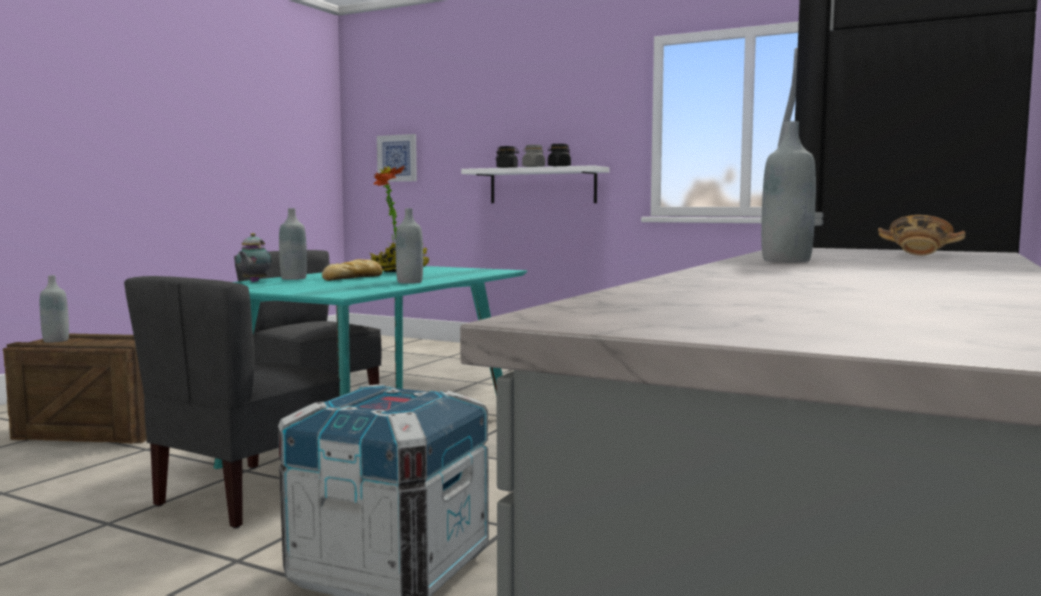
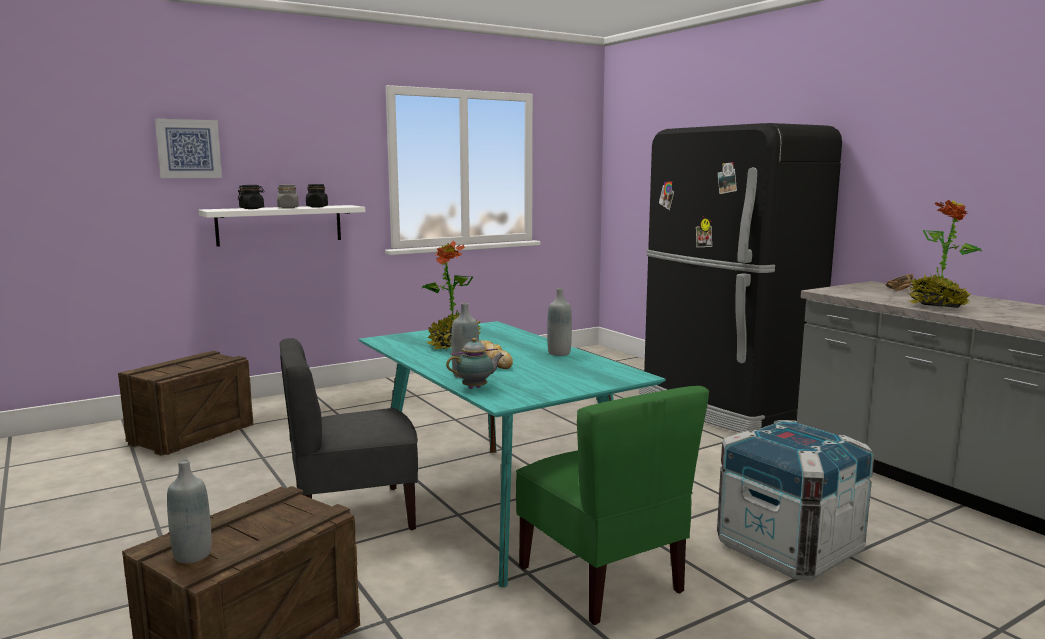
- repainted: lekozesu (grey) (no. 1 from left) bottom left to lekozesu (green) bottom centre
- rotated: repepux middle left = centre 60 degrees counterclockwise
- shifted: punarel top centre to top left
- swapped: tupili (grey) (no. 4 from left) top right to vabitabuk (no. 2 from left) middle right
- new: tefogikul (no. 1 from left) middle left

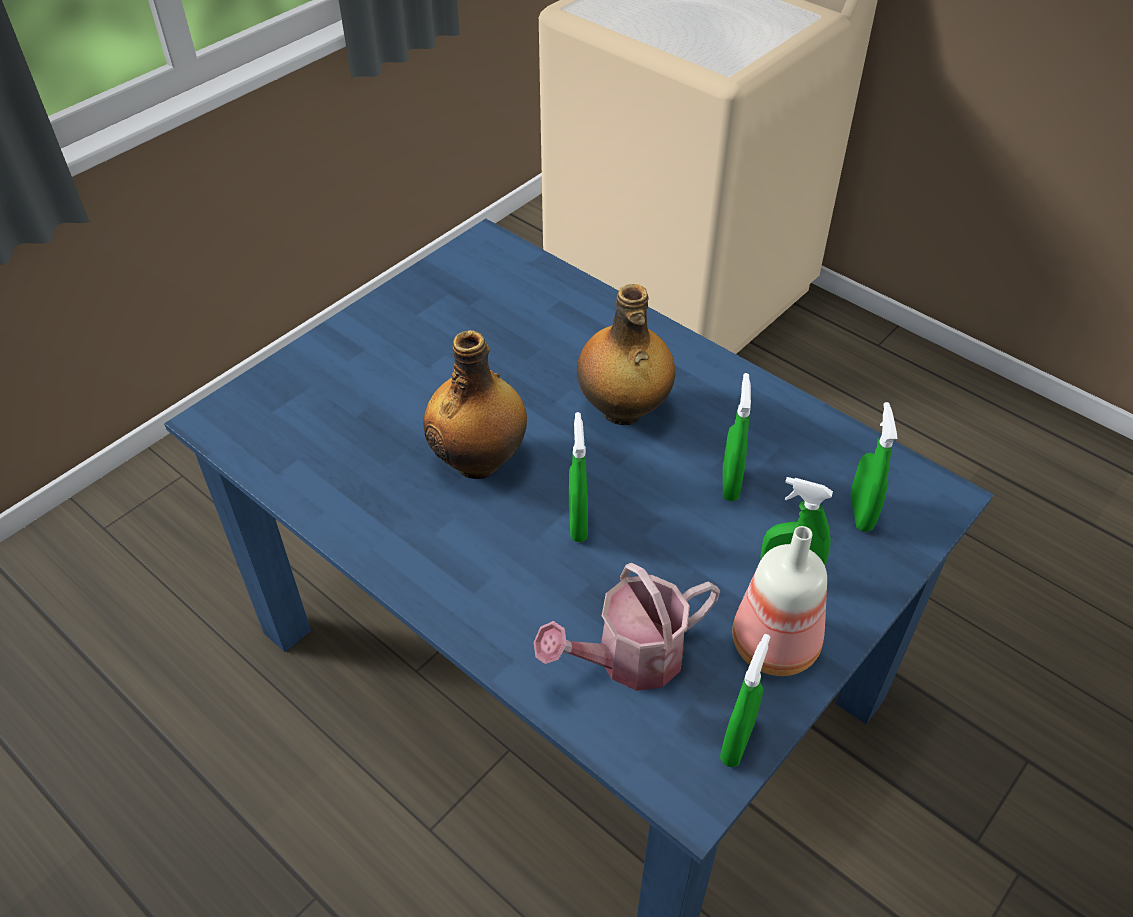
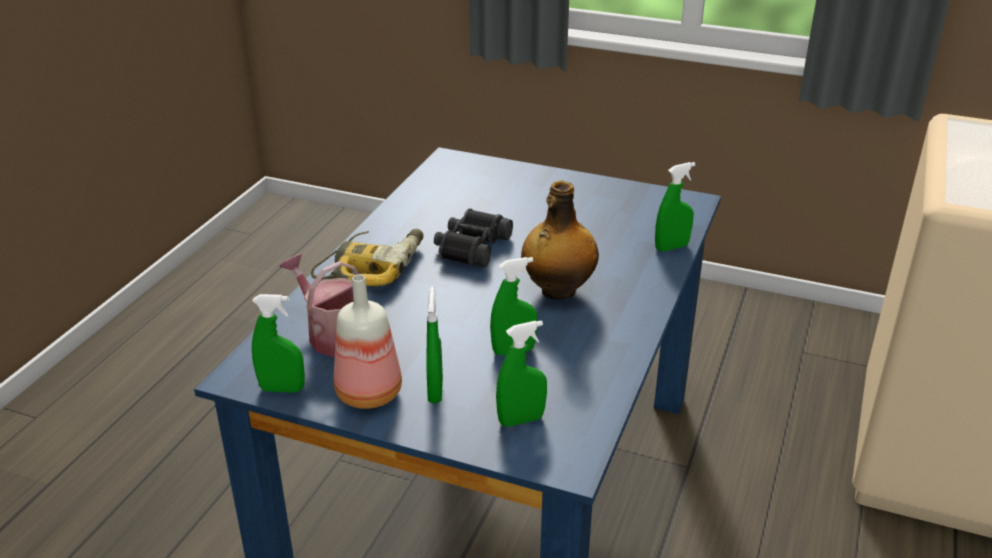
- swapped: tupili (no. 1 from left) centre to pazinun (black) centre
- shifted: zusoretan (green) (no. 1 from left in the first image) centre to zusoretan (green) (no. 5 from left) middle right
- new: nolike centre

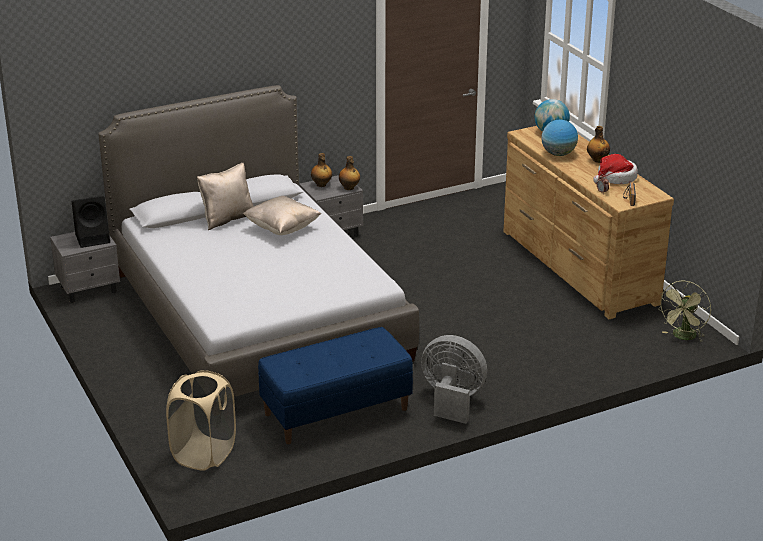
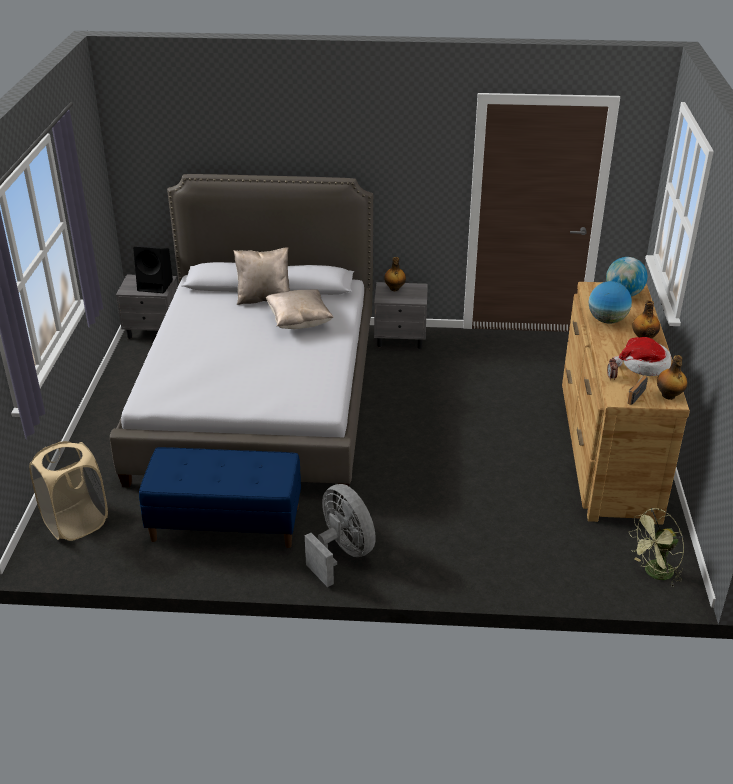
- shifted: tupili (no. 2 from left in the first image) top centre to tupili (no. 3 from left) middle right

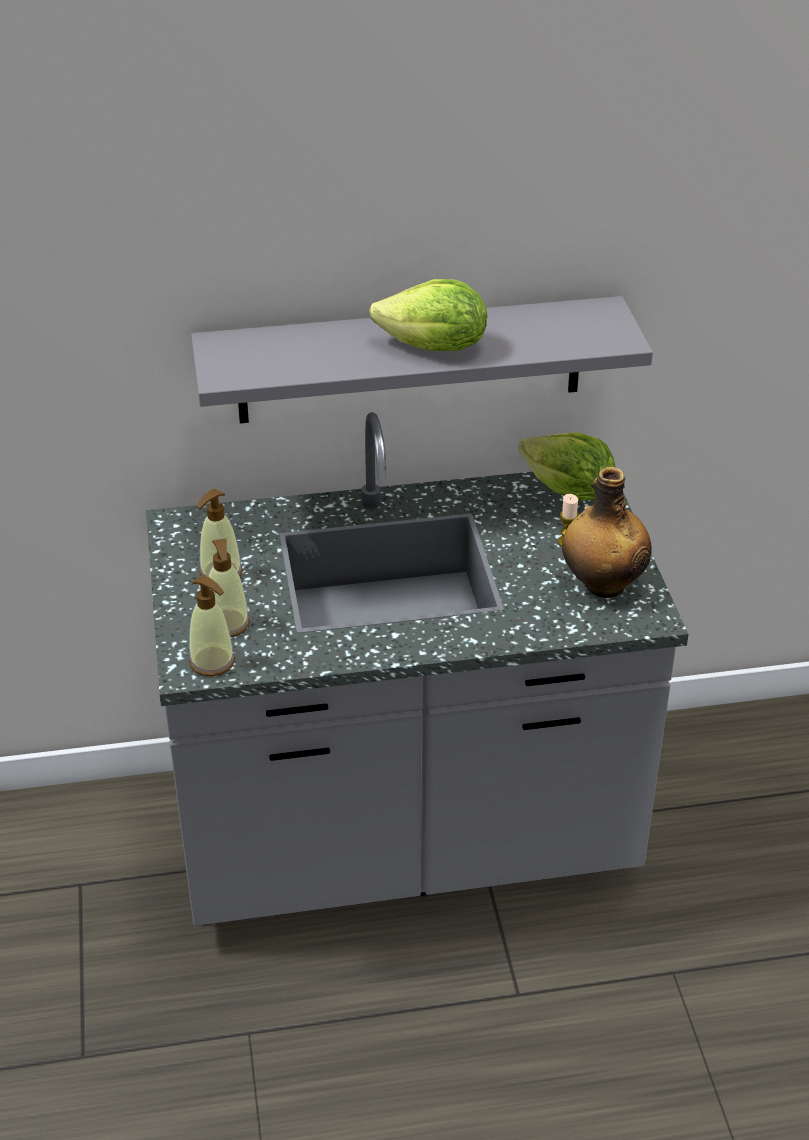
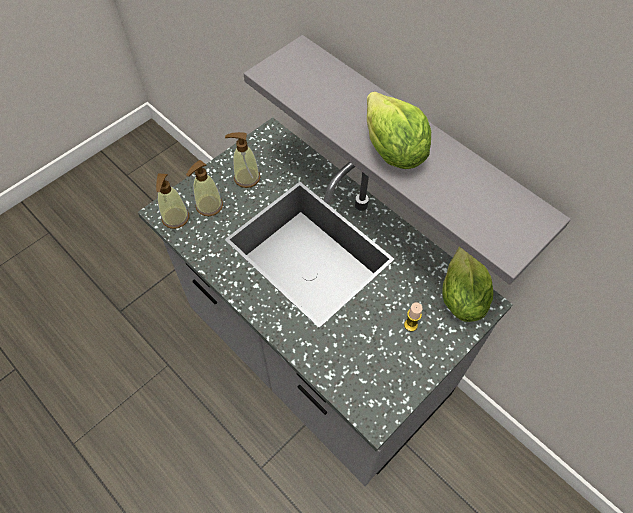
- gone: tupili middle right

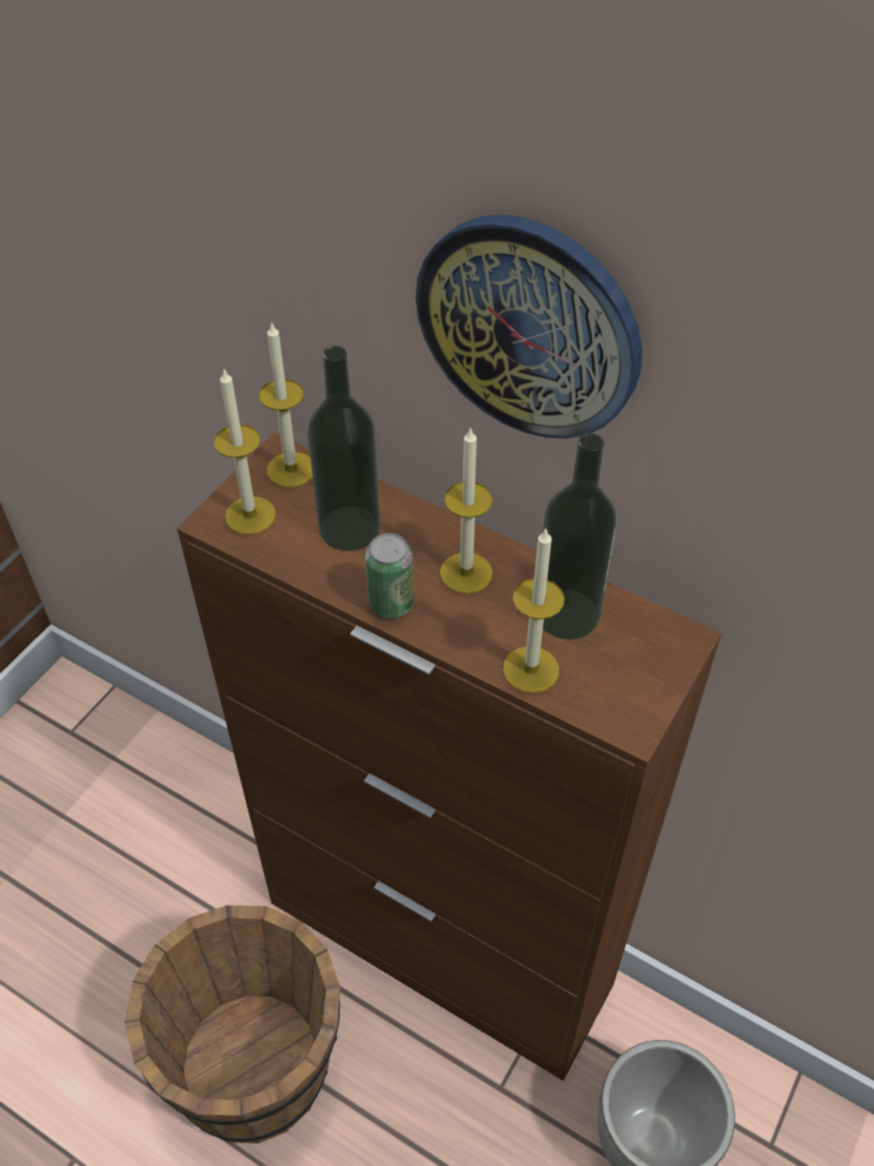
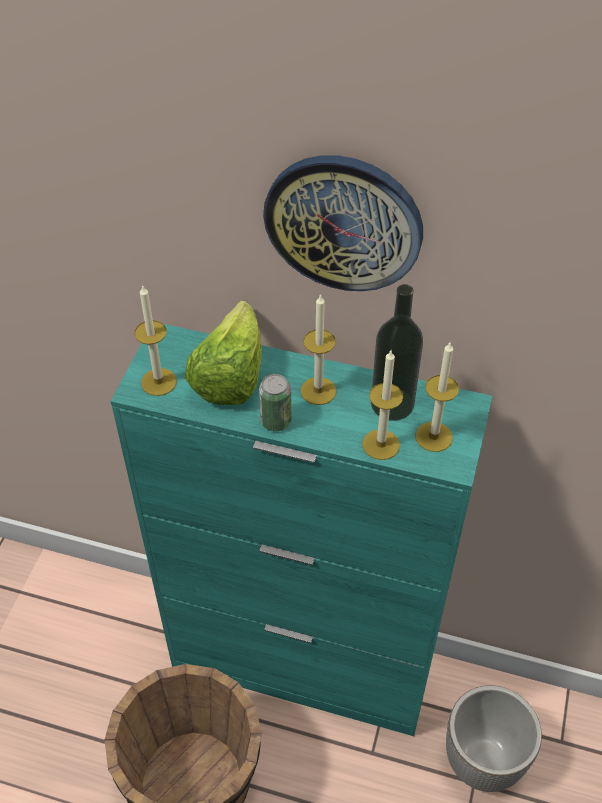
- repainted: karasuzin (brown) centre to karasuzin (turquoise) centre
- shifted: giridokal (no. 2 from left in the first image) middle left to giridokal (no. 4 from left) middle right
- swapped: tupili (no. 1 from left) centre to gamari centre

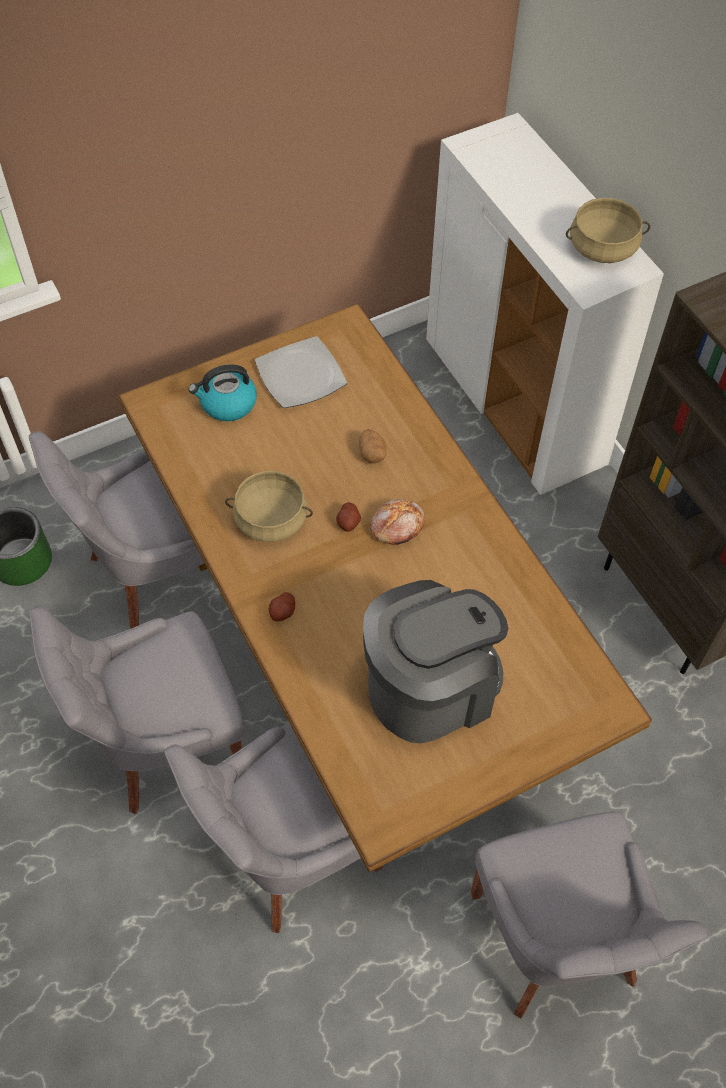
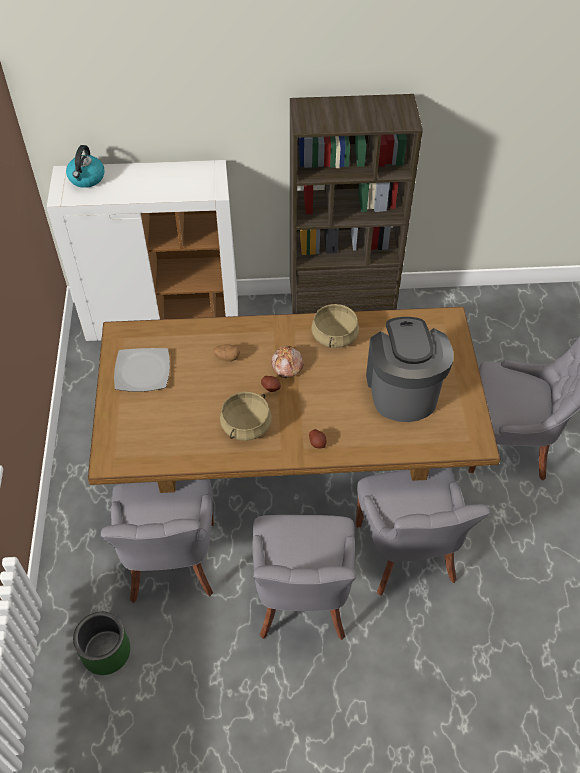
- shifted: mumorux middle left to top left
- shifted: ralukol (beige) (no. 2 from left) top right to centre

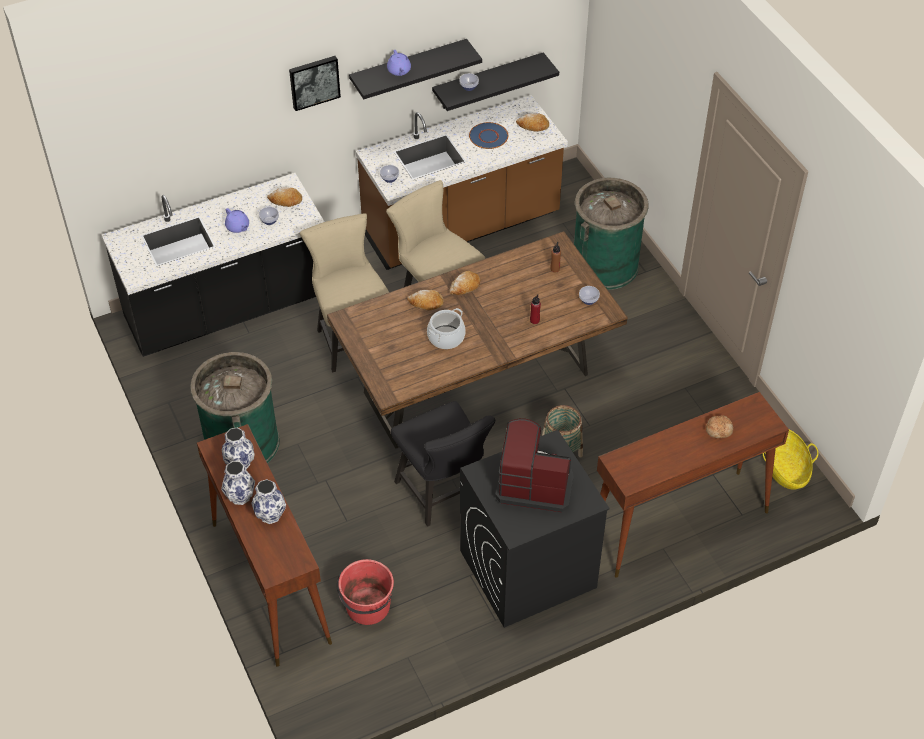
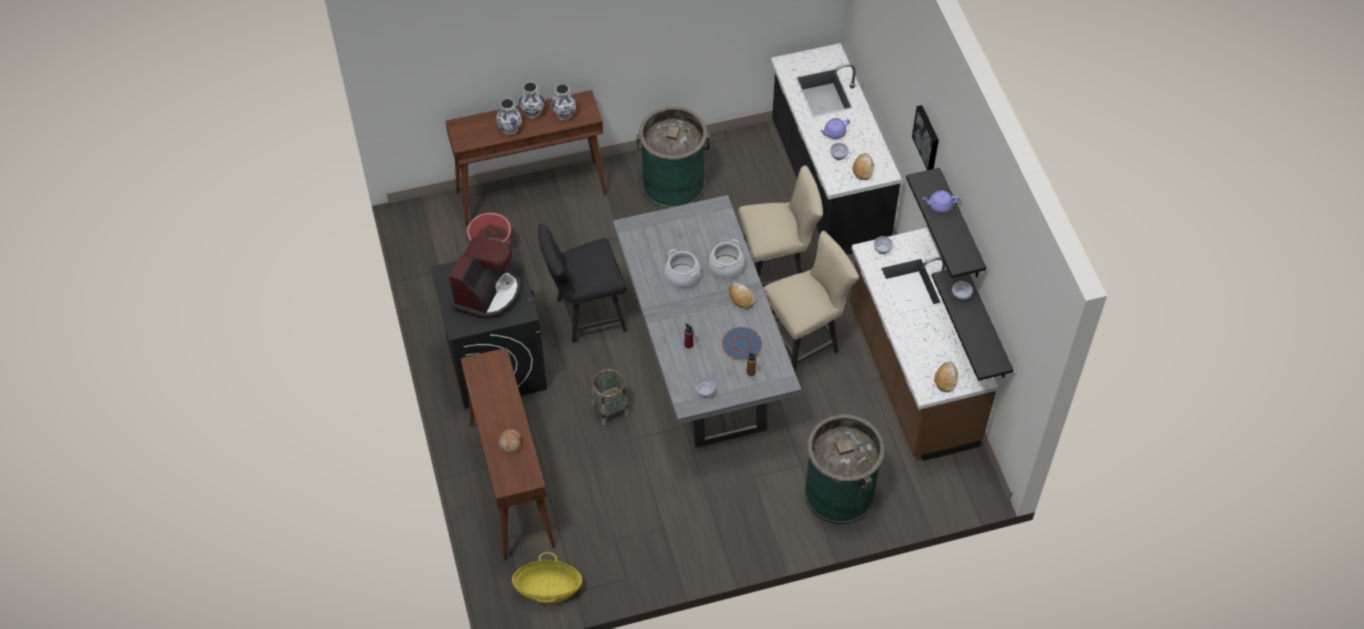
- repainted: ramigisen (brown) centre to ramigisen (grey) centre
- swapped: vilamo (no. 2 from left) centre to ralukol (no. 2 from left) centre
- shifted: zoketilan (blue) top centre to centre

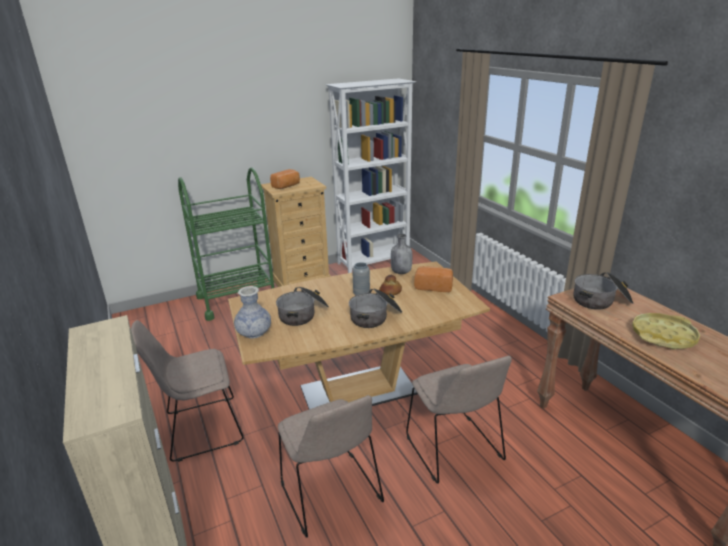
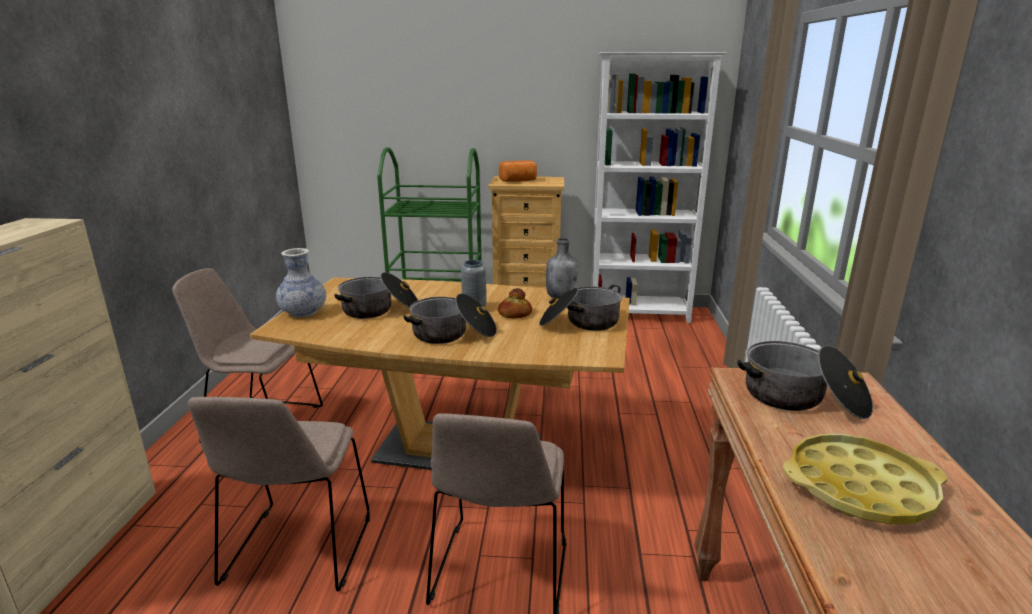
- swapped: vilamo (no. 3 from left) centre to ralukol (no. 3 from left) centre

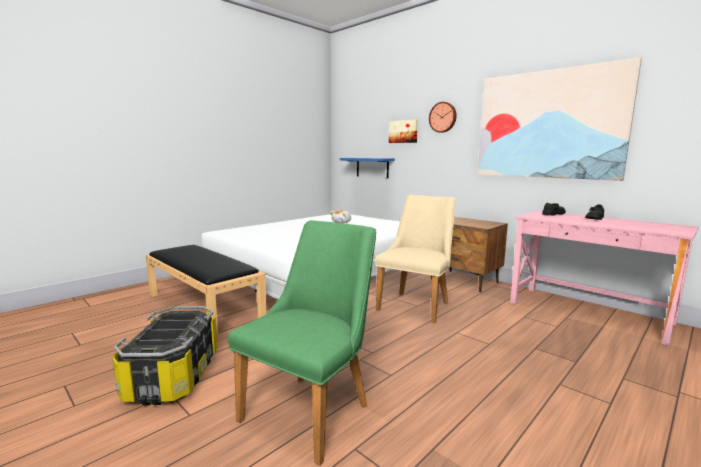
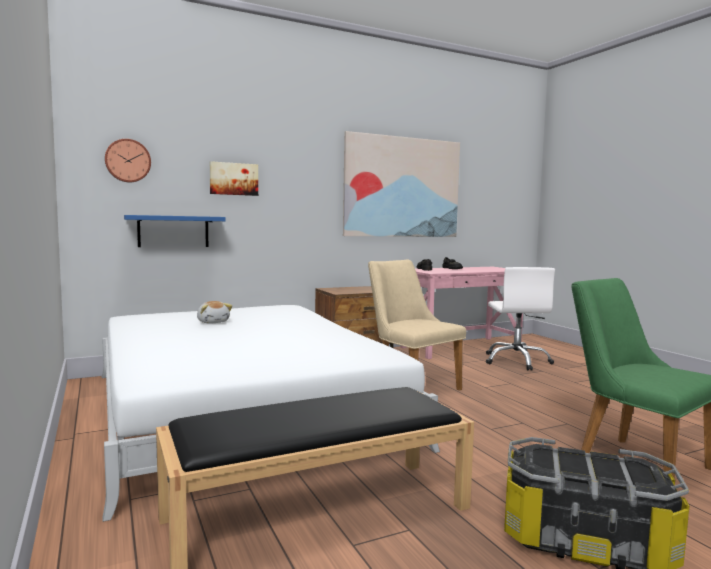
- shifted: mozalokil top centre to top left
- new: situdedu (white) middle right

